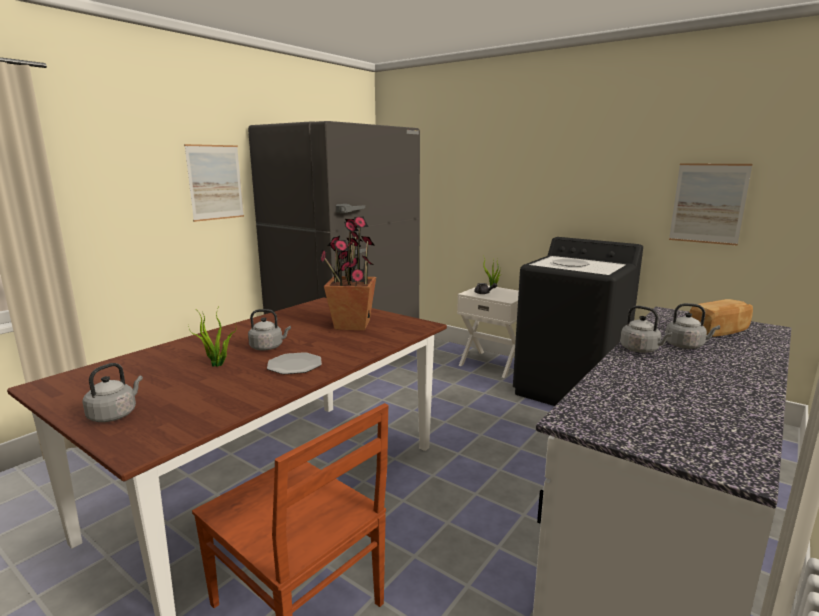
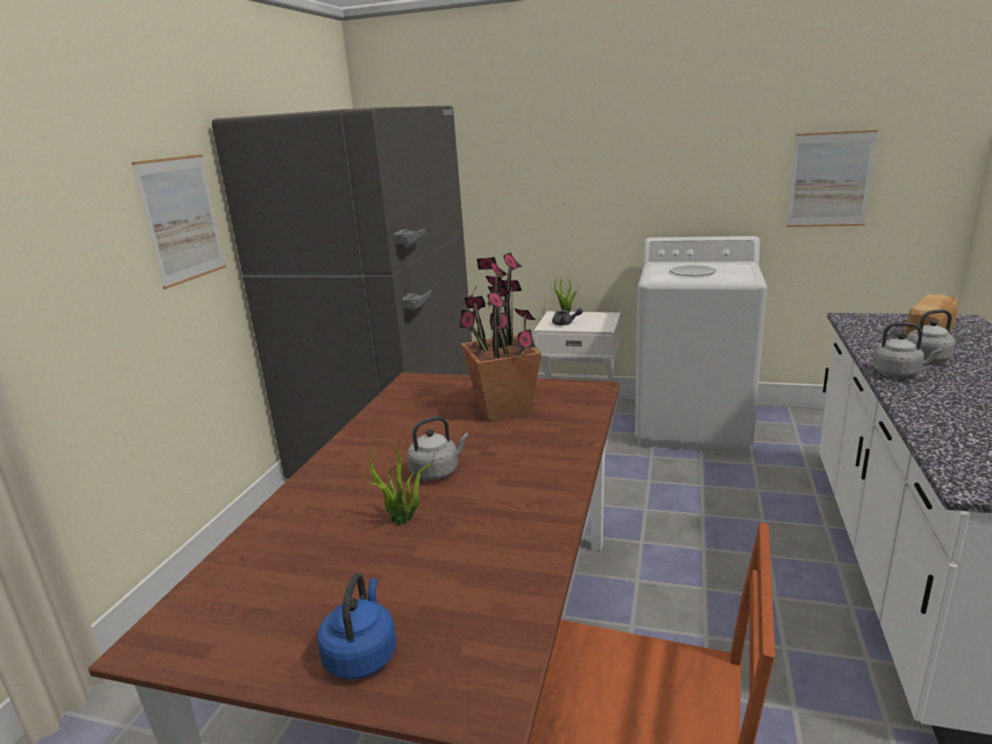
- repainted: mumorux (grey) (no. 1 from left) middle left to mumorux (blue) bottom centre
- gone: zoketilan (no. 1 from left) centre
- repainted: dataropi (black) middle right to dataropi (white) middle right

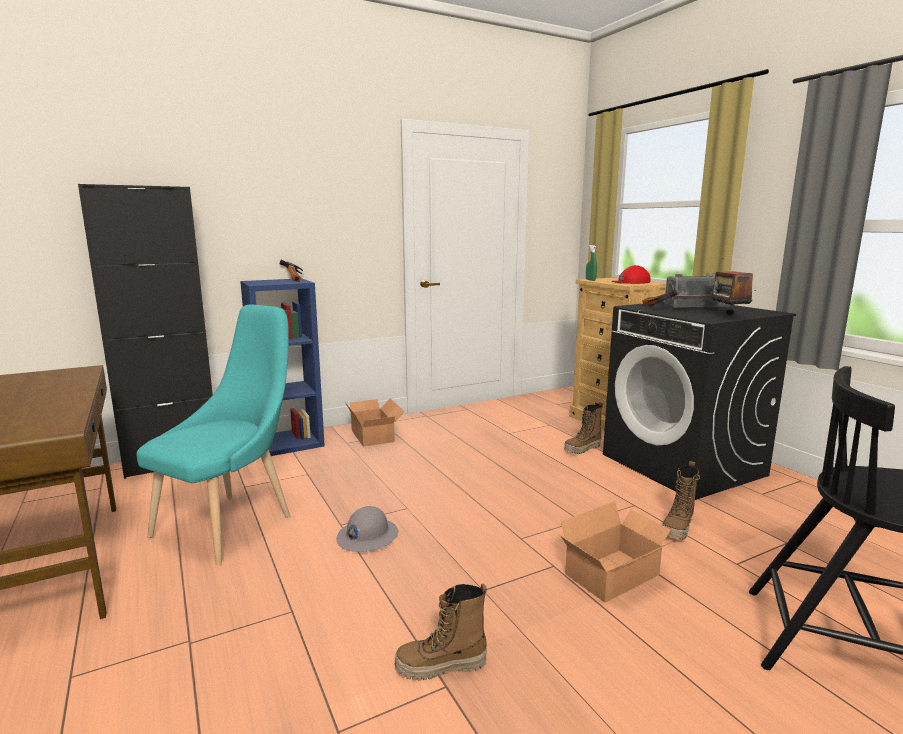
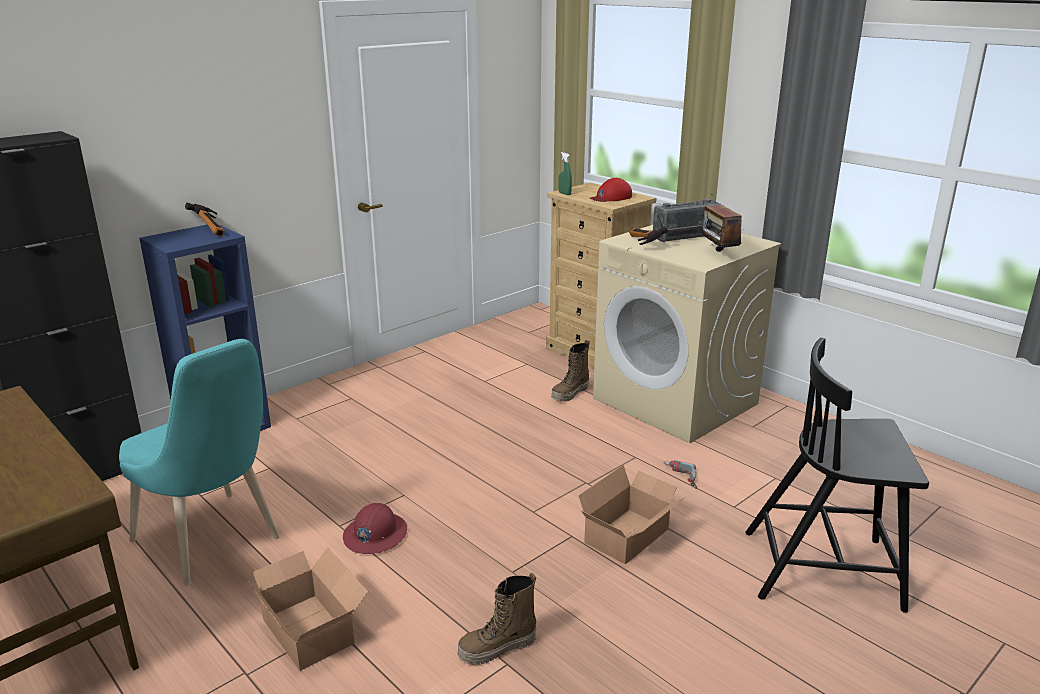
- rotated: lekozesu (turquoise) middle left = middle left 120 degrees clockwise
- repainted: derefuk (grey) bottom centre to derefuk (red) bottom centre
- shifted: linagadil (no. 1 from left) centre to bottom left
- repainted: dataropi (black) middle right to dataropi (beige) centre
- swapped: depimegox (no. 3 from left) bottom right to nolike bottom centre

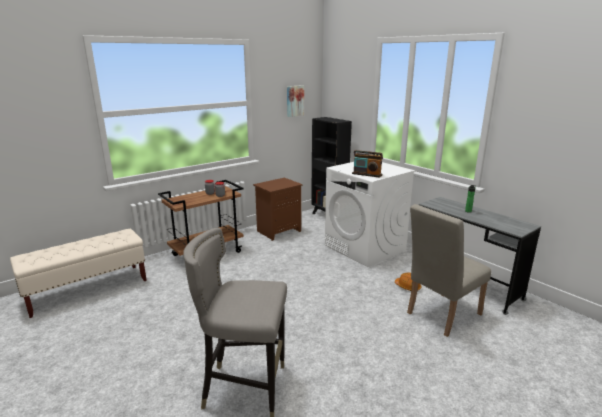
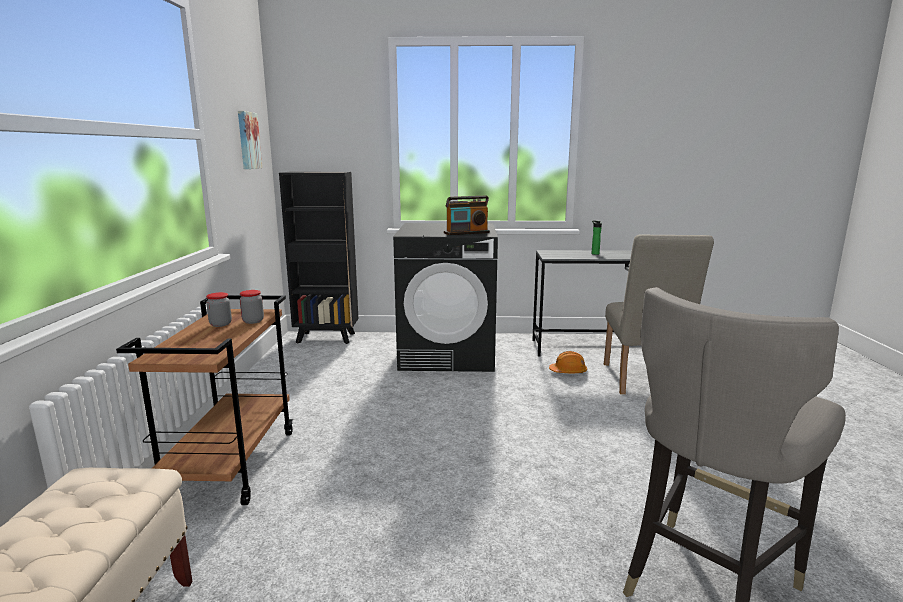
- gone: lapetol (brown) centre
- repainted: dataropi (white) centre to dataropi (black) centre

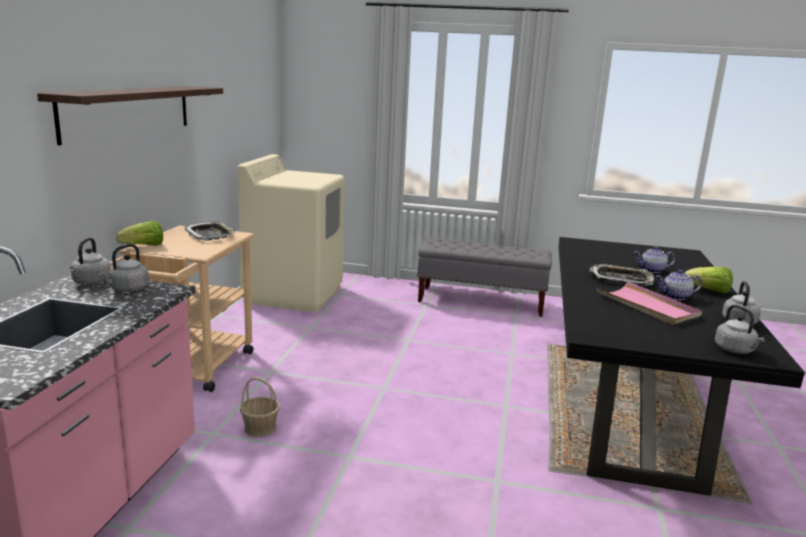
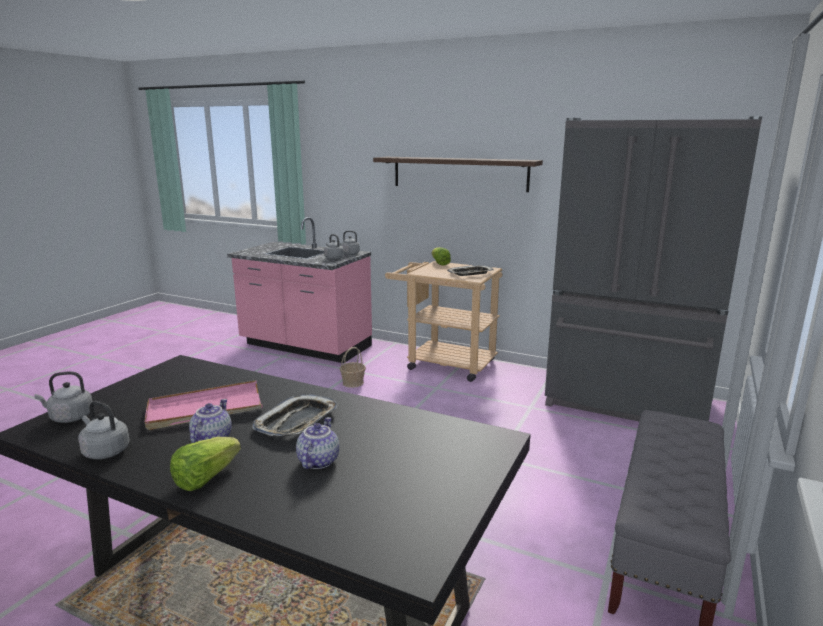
- swapped: dataropi (beige) centre to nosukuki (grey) middle right

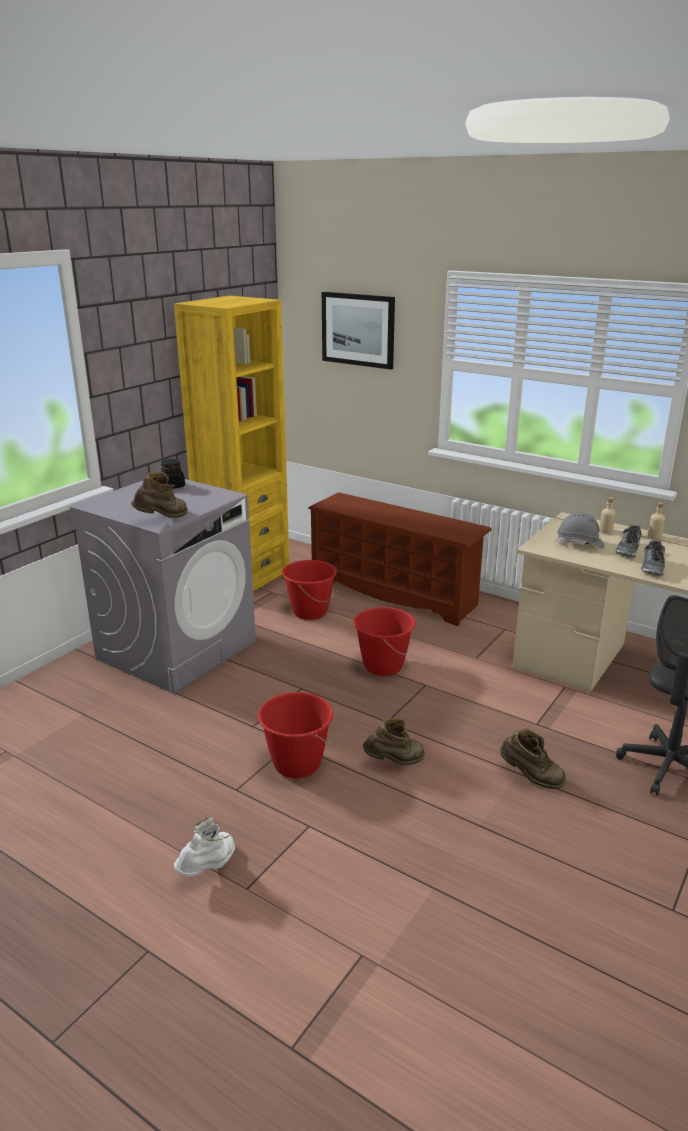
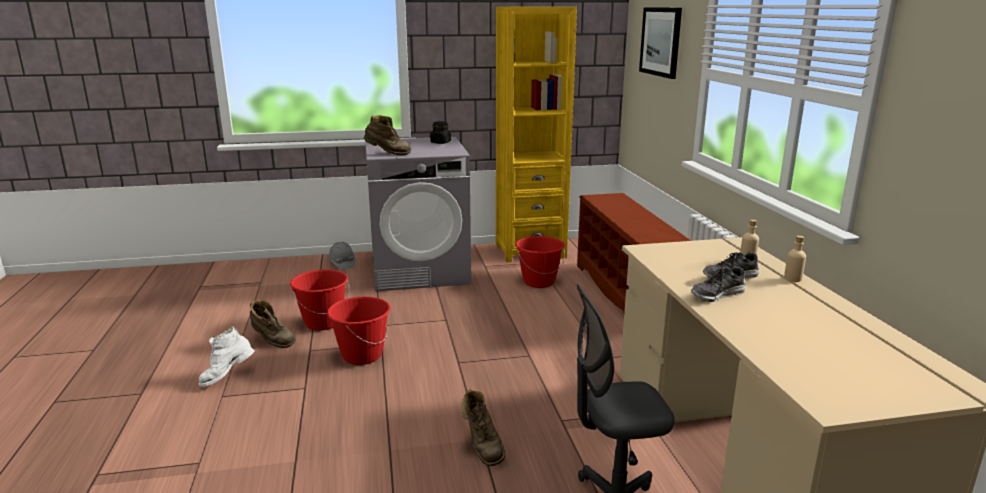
- rotated: depimegox (white) bottom left = bottom left 150 degrees clockwise
- shifted: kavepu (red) (no. 3 from left in the first image) centre to kavepu (red) (no. 1 from left) middle left
- shifted: depimegox (brown) (no. 2 from left in the first image) centre to depimegox (brown) (no. 1 from left) middle left
- shifted: derefuk (grey) middle right to centre

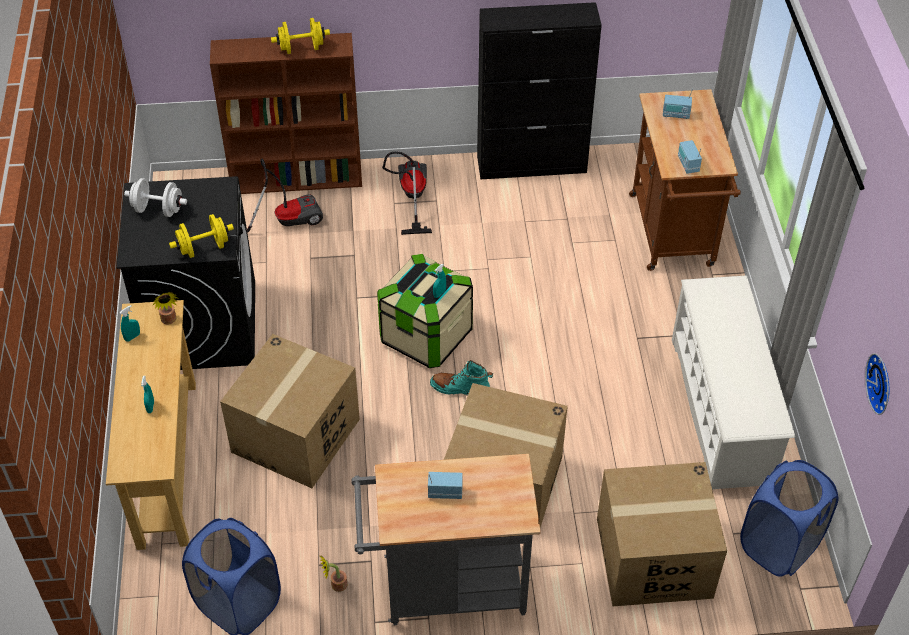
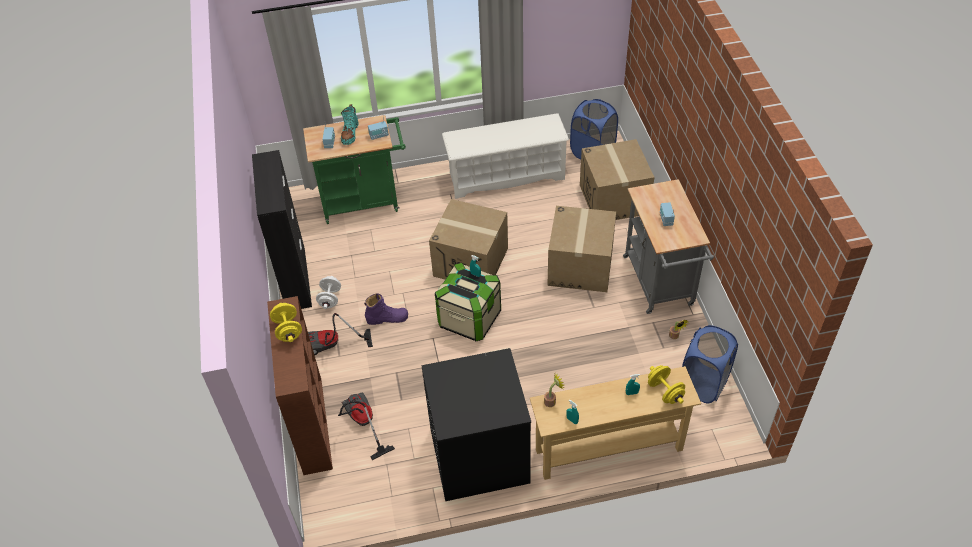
- shifted: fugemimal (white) top left to centre
- shifted: fugemimal (yellow) (no. 1 from left in the first image) middle left to fugemimal (yellow) (no. 2 from left) bottom right
- shifted: linagadil (no. 1 from left) middle left to centre
- shifted: depimegox (turquoise) centre to top centre
- repainted: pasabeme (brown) top right to pasabeme (green) top centre
- gone: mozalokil middle right
- new: depimegox (purple) centre

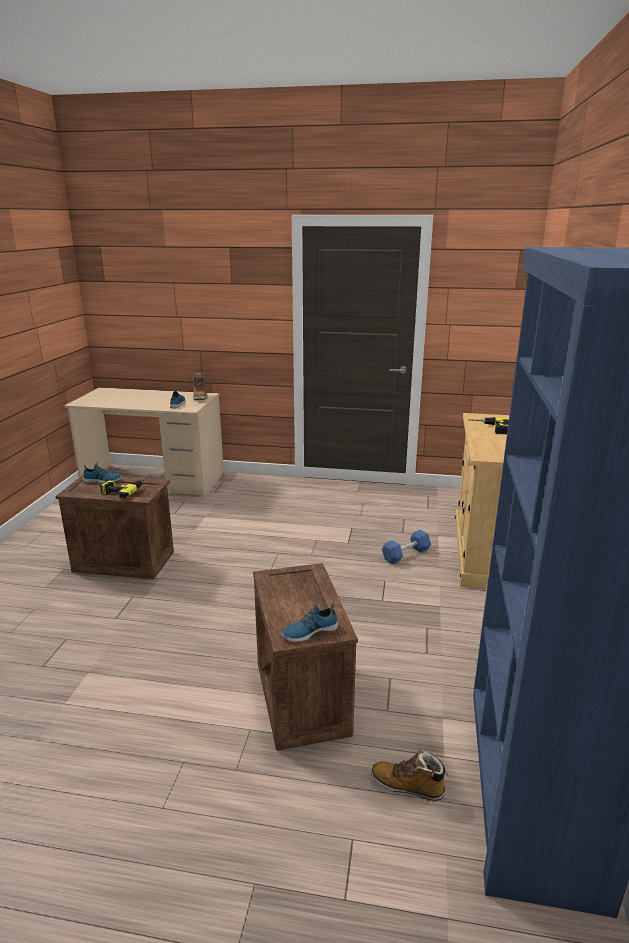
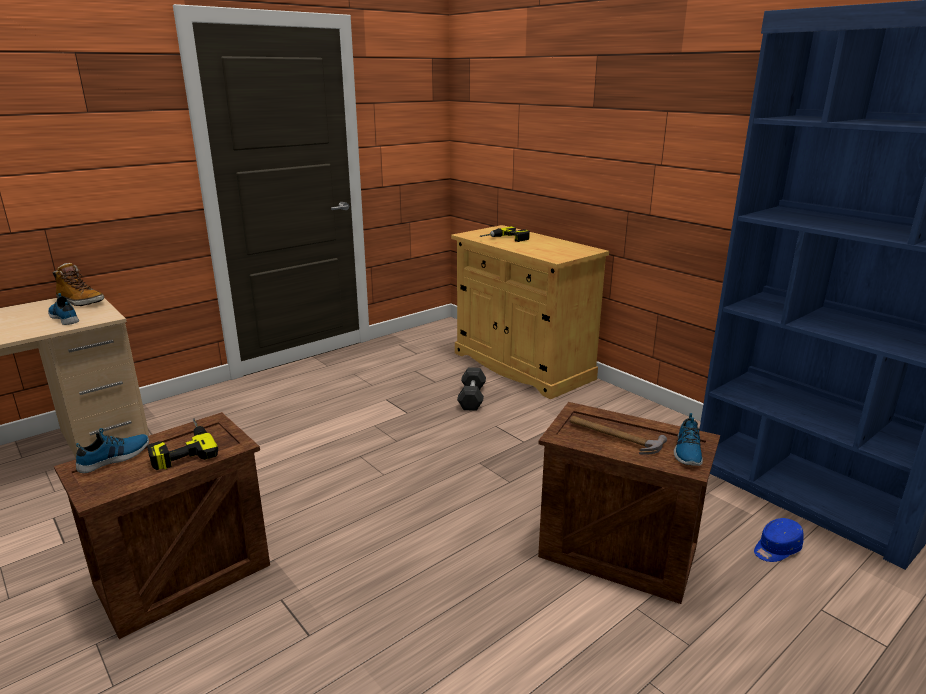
- swapped: depimegox (no. 2 from left) bottom centre to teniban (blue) bottom right
- repainted: fugemimal (blue) centre to fugemimal (grey) centre
- new: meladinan middle right

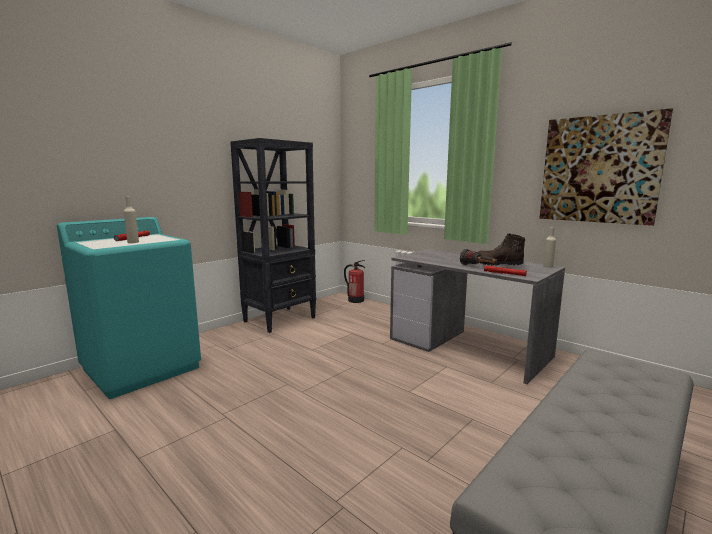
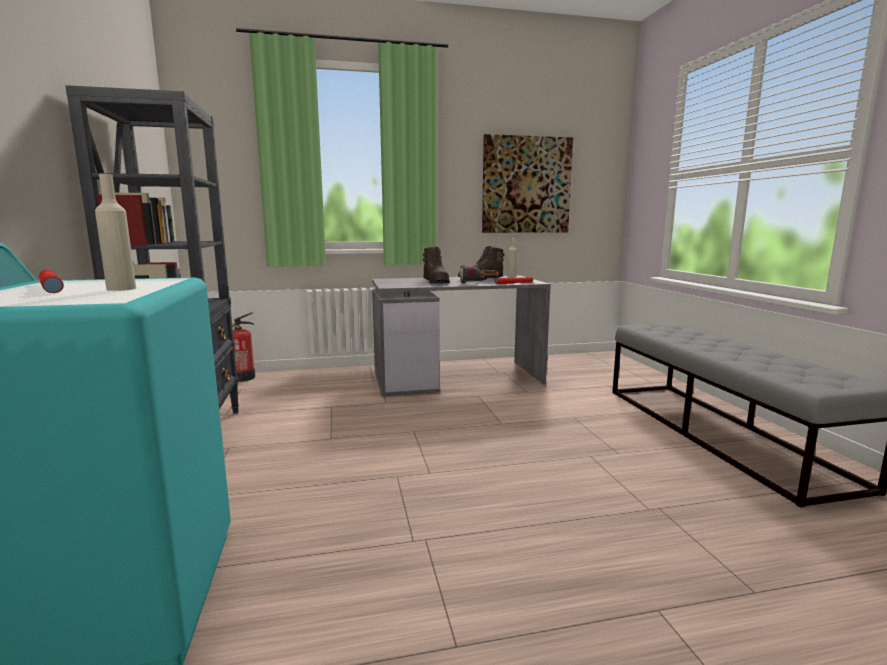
- new: depimegox (brown) (no. 1 from left) centre

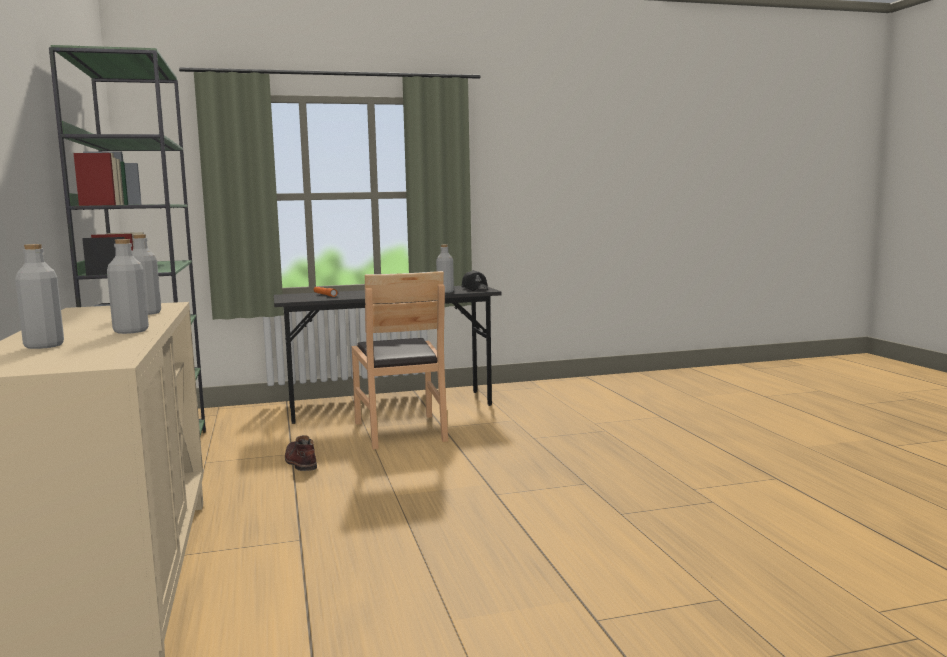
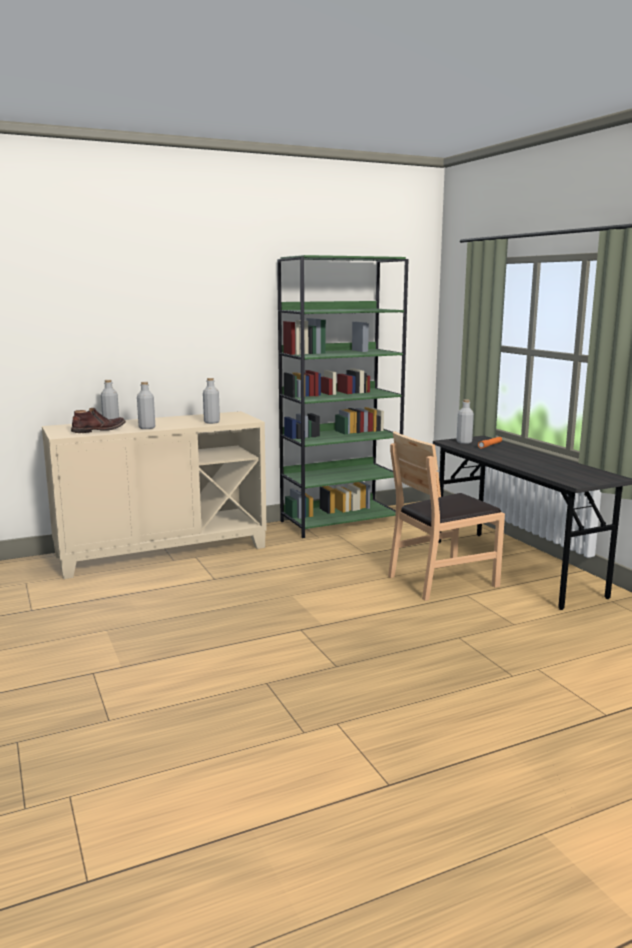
- shifted: depimegox (brown) bottom left to middle left
- shifted: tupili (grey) (no. 4 from left) centre to middle right
- gone: teniban (black) centre

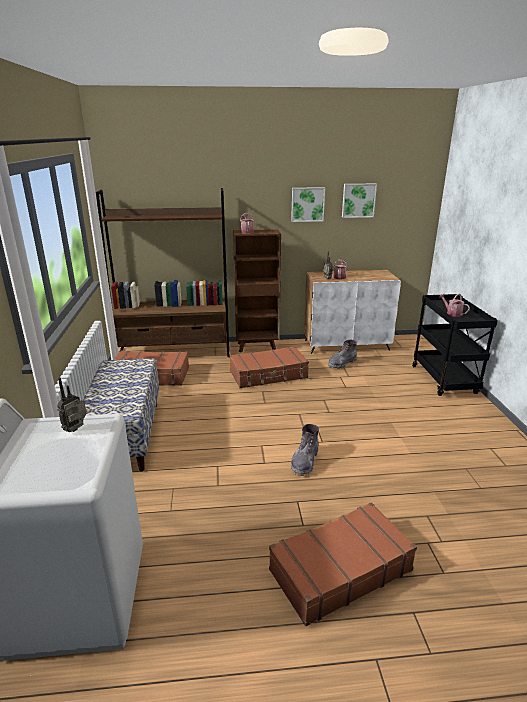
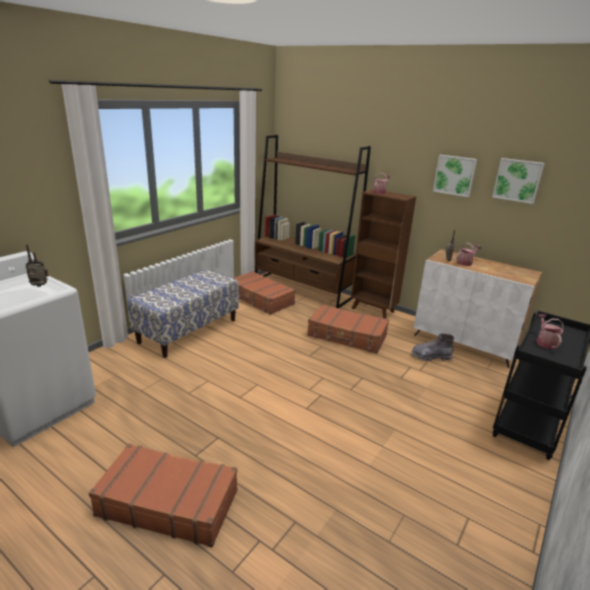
- gone: depimegox (grey) (no. 1 from left) centre

